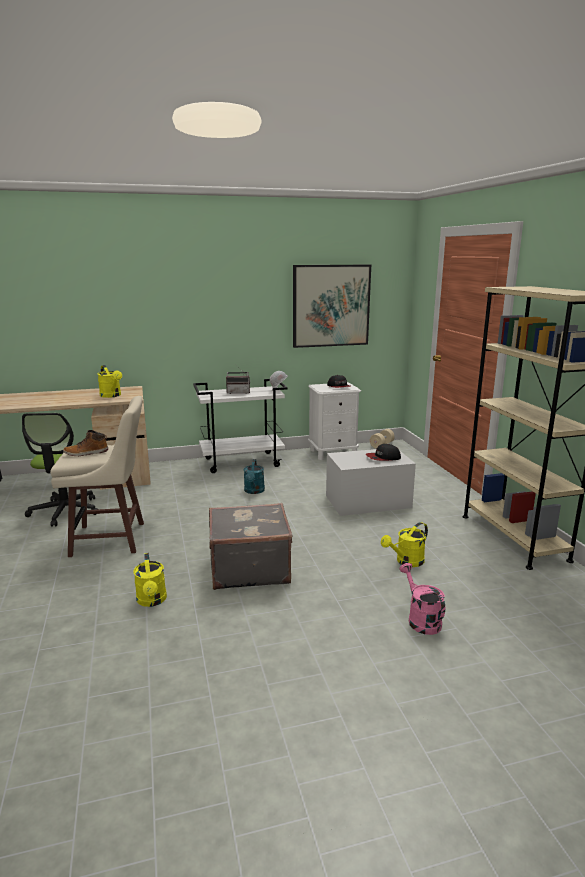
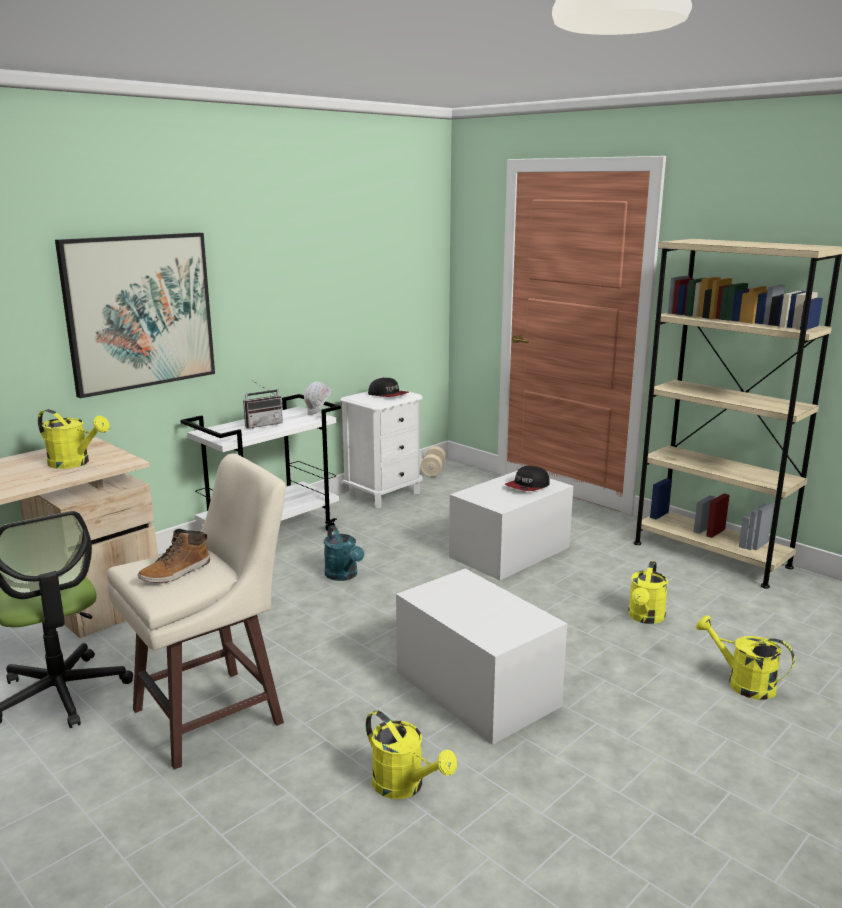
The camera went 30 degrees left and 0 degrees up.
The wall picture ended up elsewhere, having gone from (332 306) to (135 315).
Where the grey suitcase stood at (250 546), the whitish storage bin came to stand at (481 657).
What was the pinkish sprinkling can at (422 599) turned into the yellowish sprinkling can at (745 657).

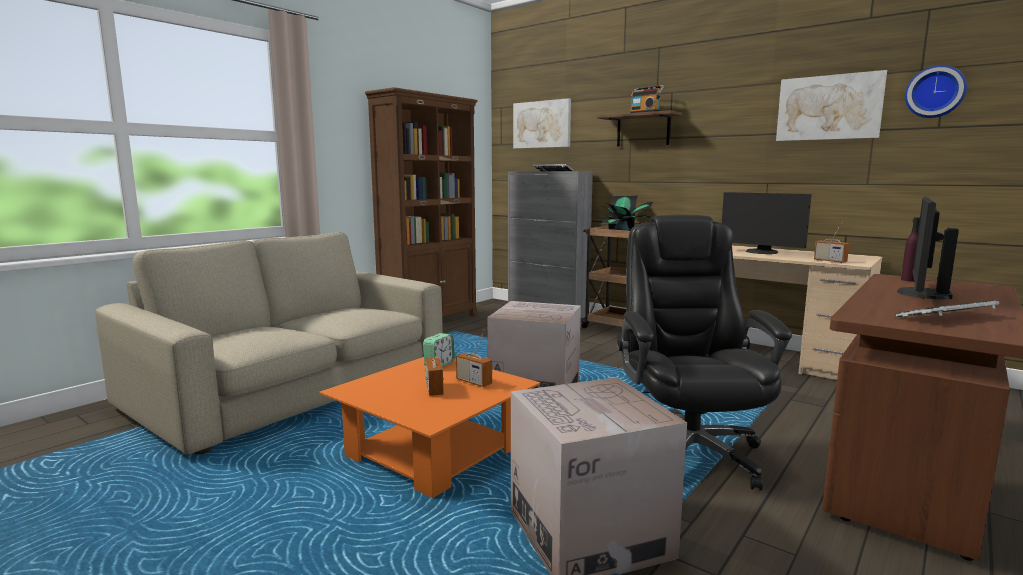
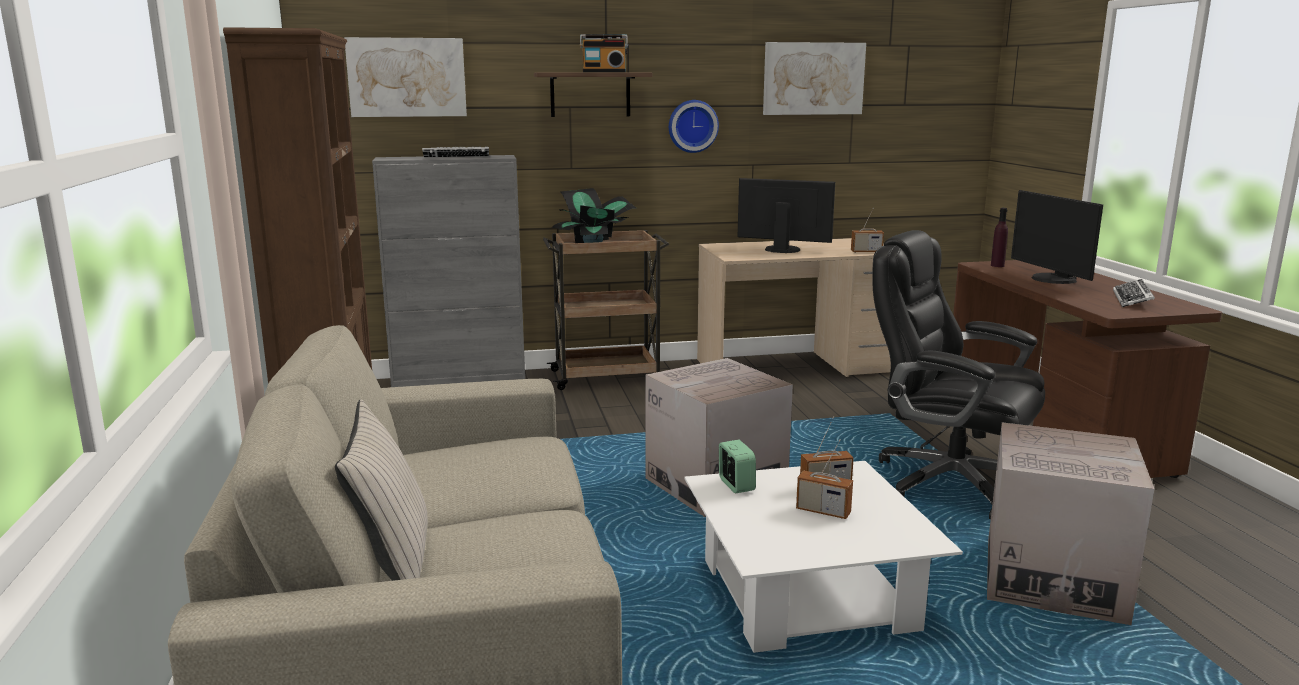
The camera went 50 degrees left and 5 degrees up.
The second view gained the beige-coloured throw pillow at (381 490).
The clock on the wall ended up elsewhere, having gone from (936 91) to (694 126).
What was the orange-coloured coffee table at (429 427) turned into the whitish coffee table at (823 557).
The monitor at (767 223) ended up facing another way, 150 degrees counterclockwise from before.

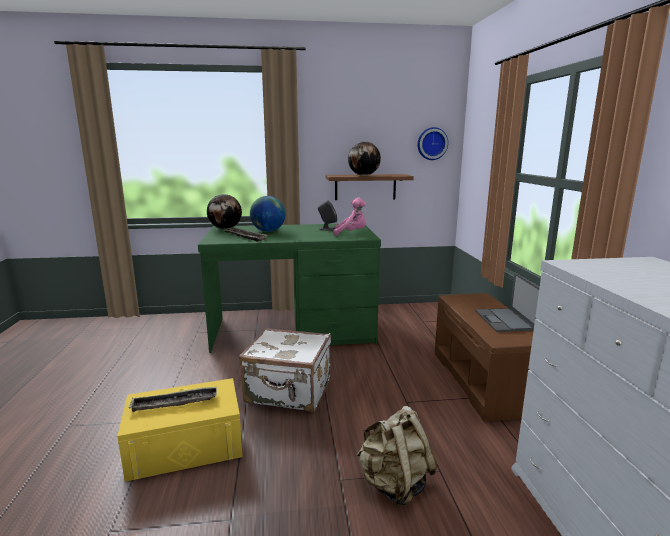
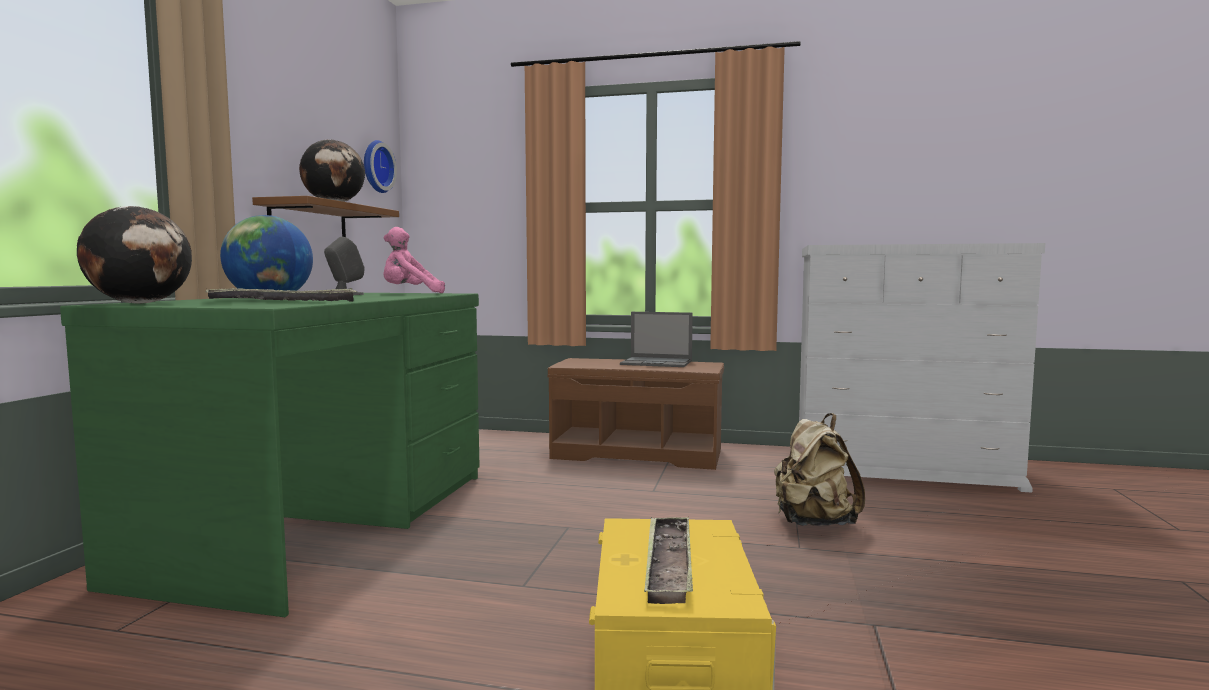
The camera went 70 degrees left and 10 degrees down.
The second view lost the whitish suitcase at (285 370).
The pinkish soft toy at (350 217) ended up facing another way, 120 degrees counterclockwise from before.

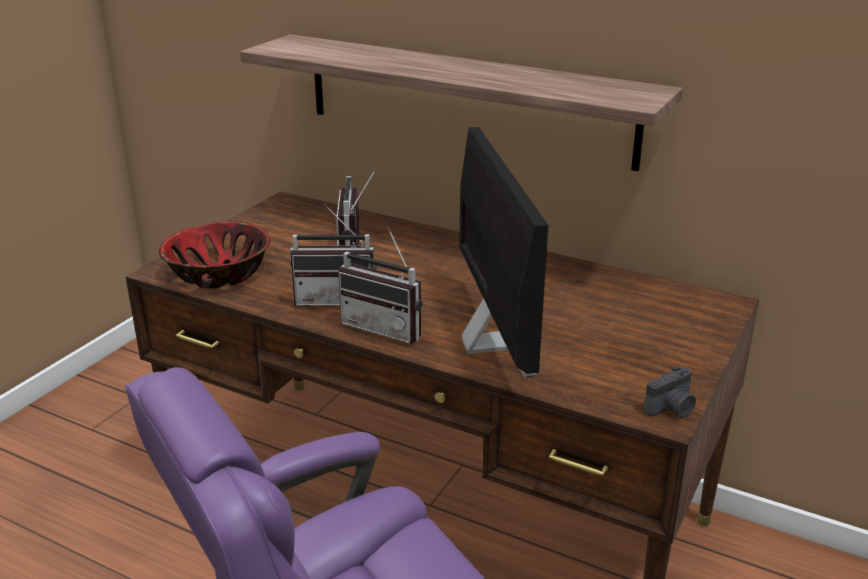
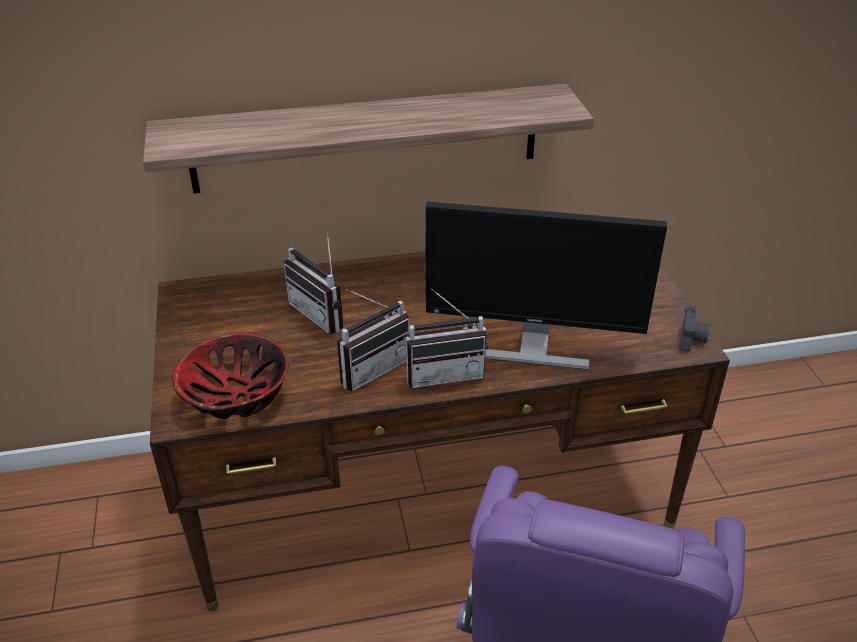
The camera went 40 degrees left and 10 degrees up.
The monitor at (503 252) ended up facing another way, 150 degrees clockwise from before.

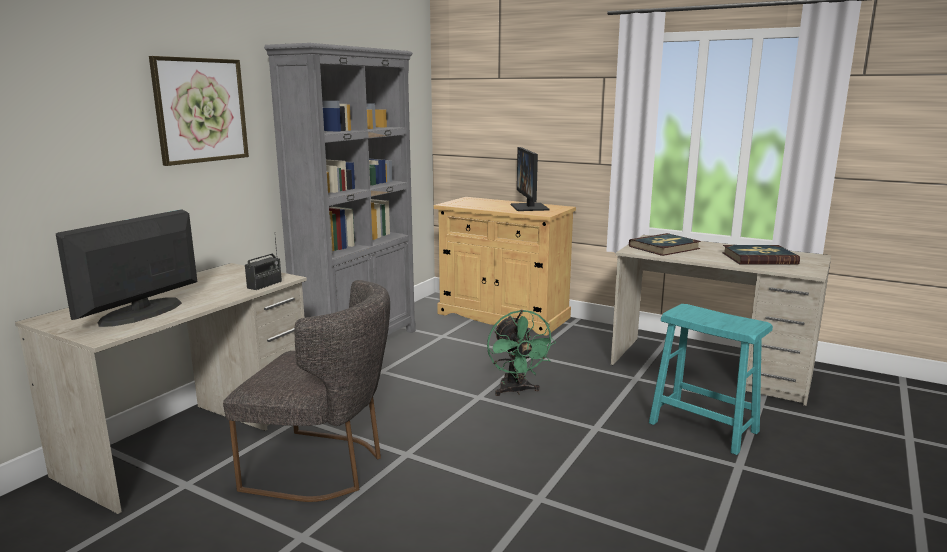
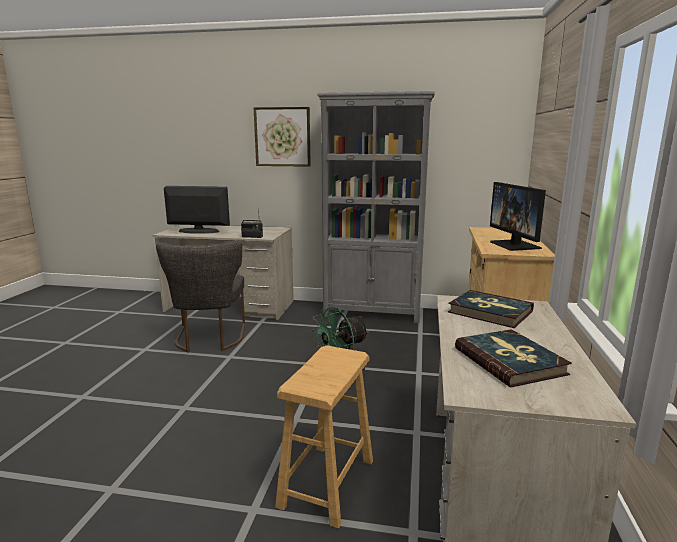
The camera went 70 degrees right and 0 degrees up.
What was the turquoise-coloured sitting stool at (711 379) turned into the brown sitting stool at (324 437).
The monitor at (530 179) ended up facing another way, 75 degrees counterclockwise from before.

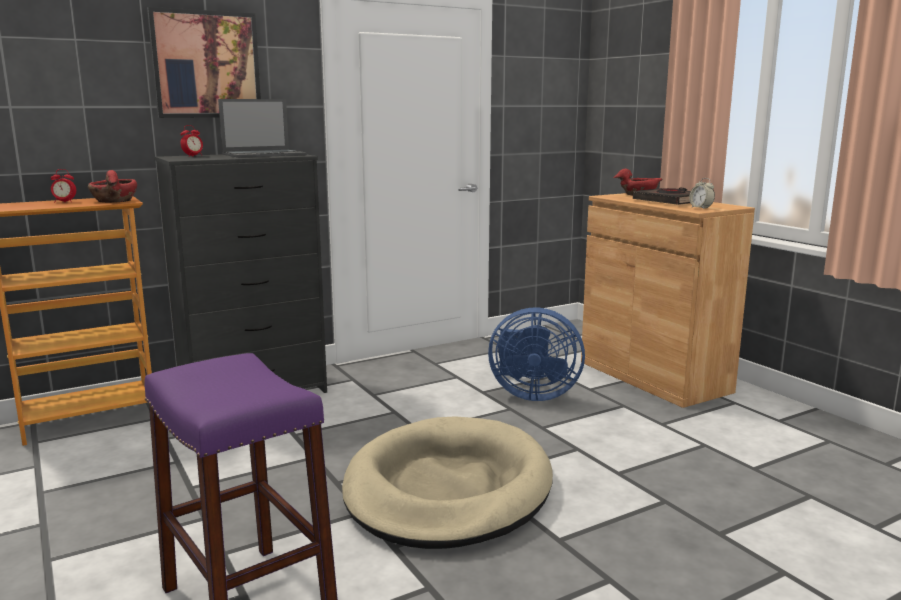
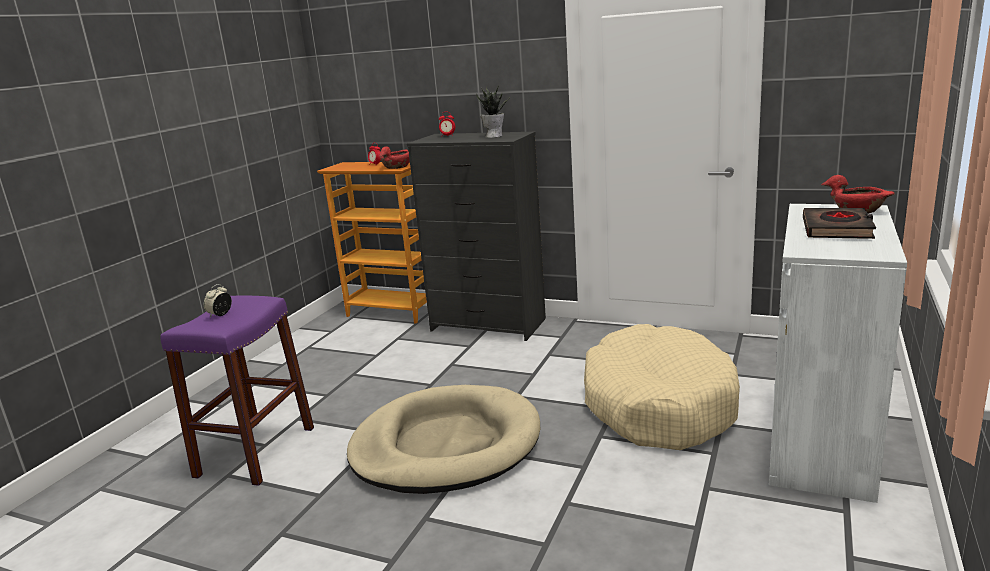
The camera went 55 degrees right and 5 degrees up.
The second view lost the wall picture at (204 62).
The bedside clock ended up elsewhere, having gone from (702 193) to (218 300).
Where the portable computer stood at (262 128), the houseplant came to stand at (492 111).
Where the blue cooling fan stood at (536 354), the beige-coloured dog bed came to stand at (662 387).
What was the brown storage cabinet at (668 300) turned into the whitish storage cabinet at (838 353).

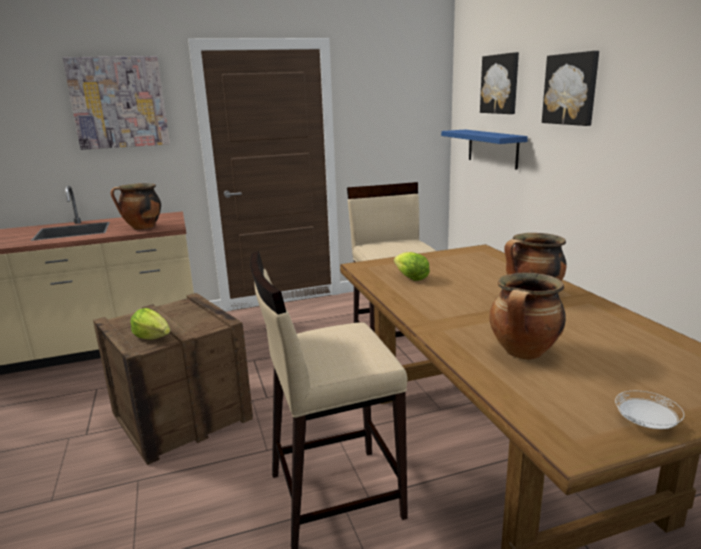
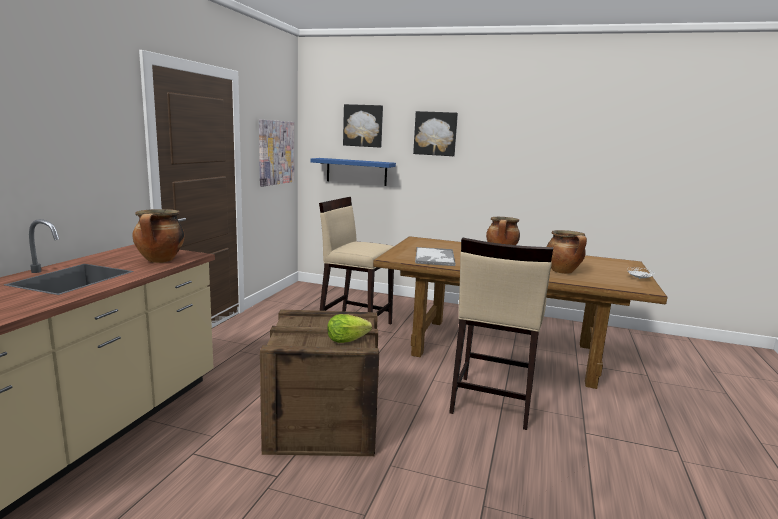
The camera went 55 degrees left and 5 degrees down.
The wall picture ended up elsewhere, having gone from (116 103) to (276 153).
Where the head of lettuce stood at (412 266), the serving tray came to stand at (435 256).

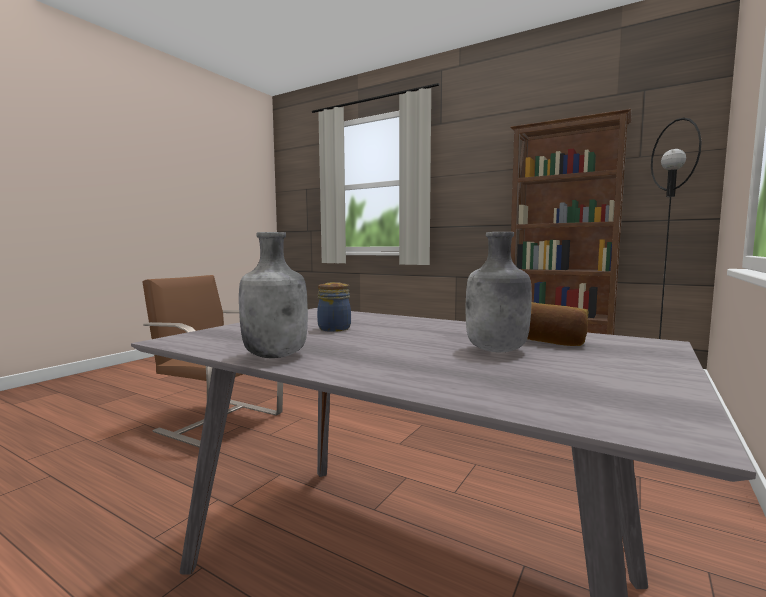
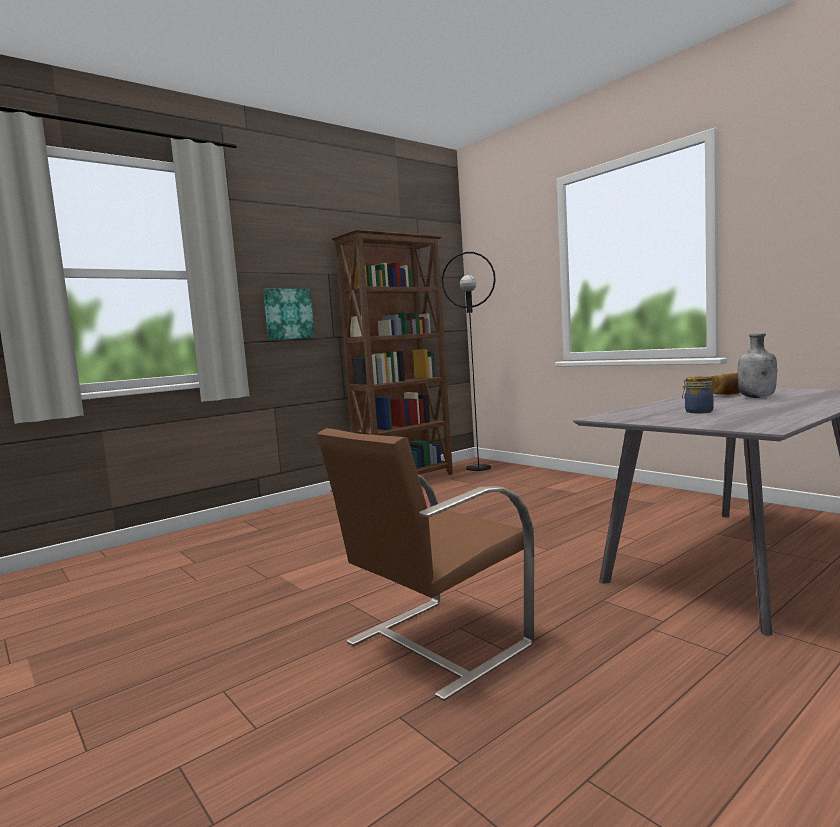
The camera went 70 degrees left and 0 degrees up.
The second view lost the grey bottle at (273 295).
The second view gained the wall picture at (289 314).

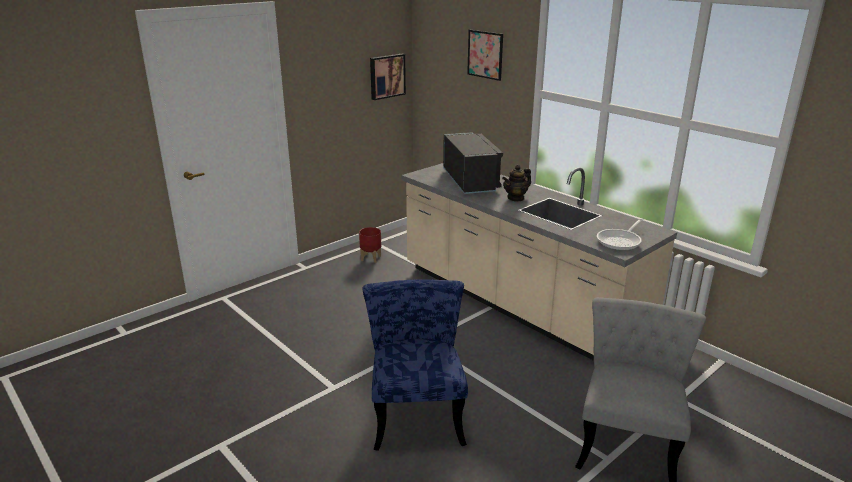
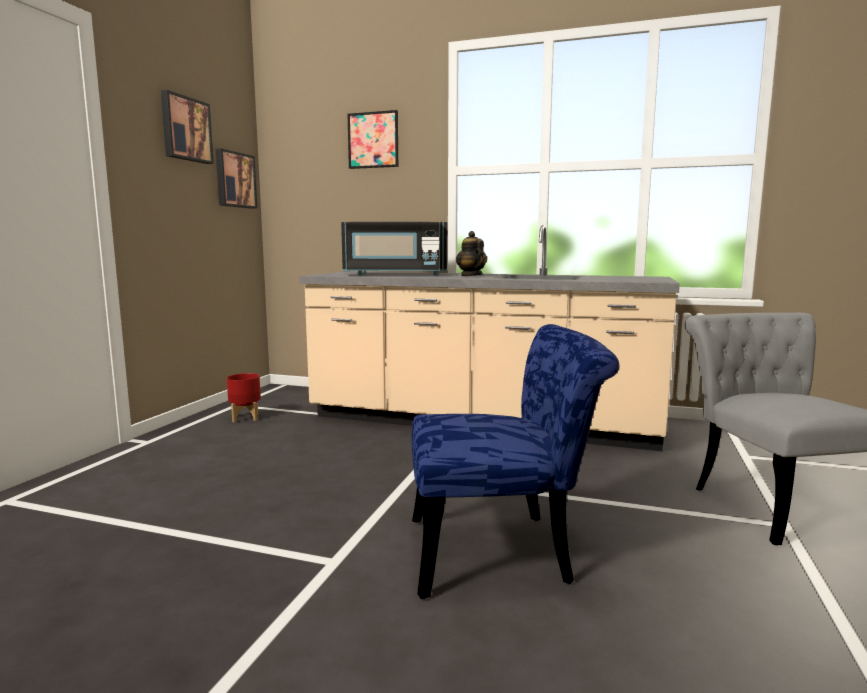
The camera went 30 degrees left and 15 degrees down.
The second view lost the pan at (620 234).
The second view gained the wall picture at (187 127).
The blue chair at (415 365) ended up facing another way, 120 degrees clockwise from before.
The black-coloured kitchen microwave at (473 163) ended up facing another way, 135 degrees clockwise from before.
The pot for tea at (516 183) ended up facing another way, 135 degrees clockwise from before.

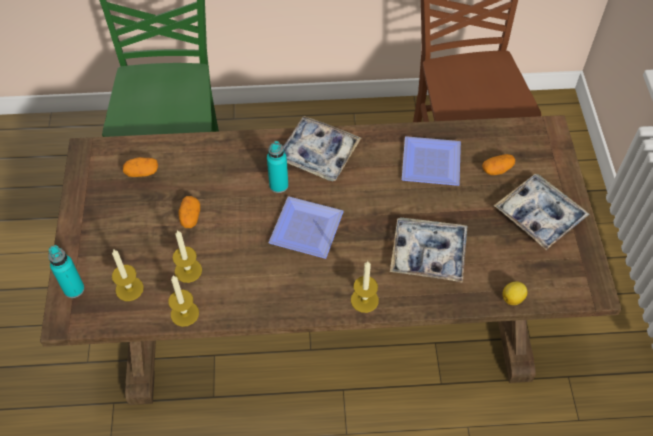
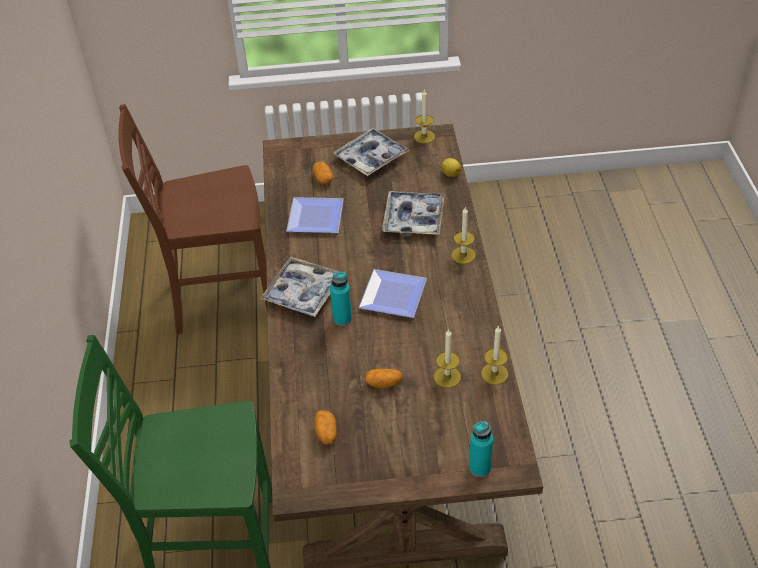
The camera went 90 degrees left and 10 degrees down.
The candle ended up elsewhere, having gone from (128 275) to (424 116).

